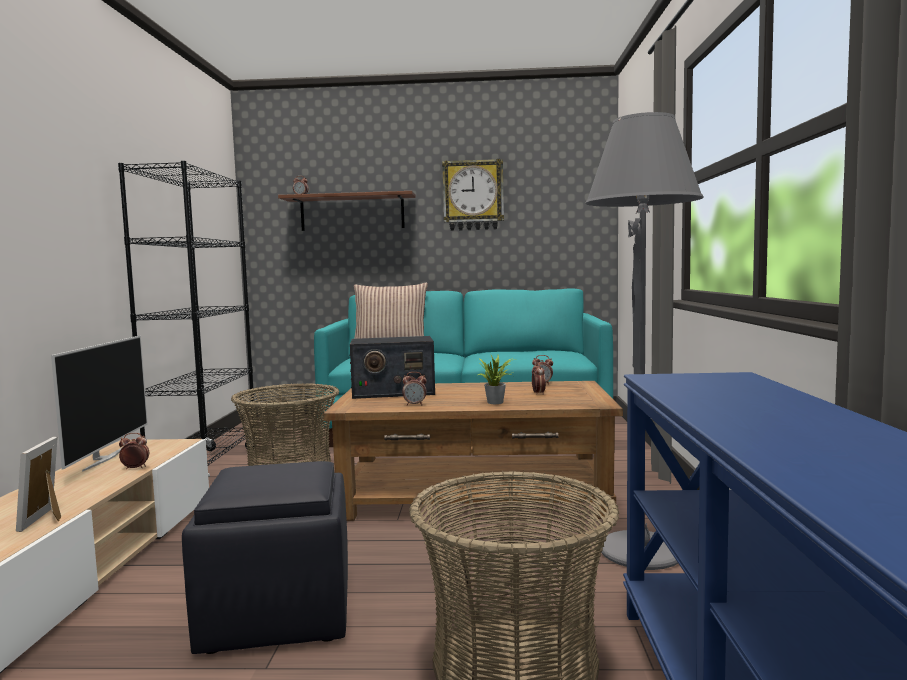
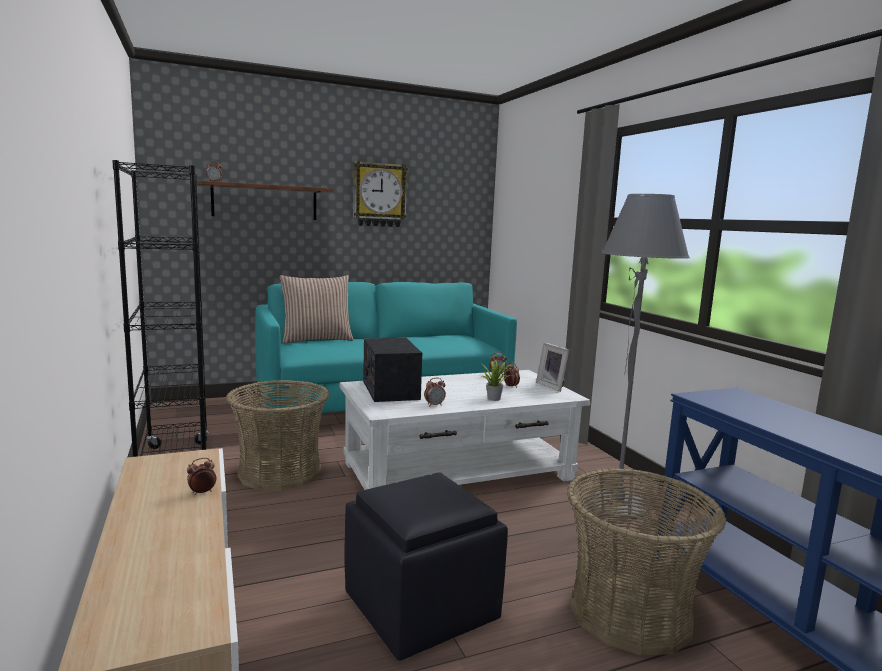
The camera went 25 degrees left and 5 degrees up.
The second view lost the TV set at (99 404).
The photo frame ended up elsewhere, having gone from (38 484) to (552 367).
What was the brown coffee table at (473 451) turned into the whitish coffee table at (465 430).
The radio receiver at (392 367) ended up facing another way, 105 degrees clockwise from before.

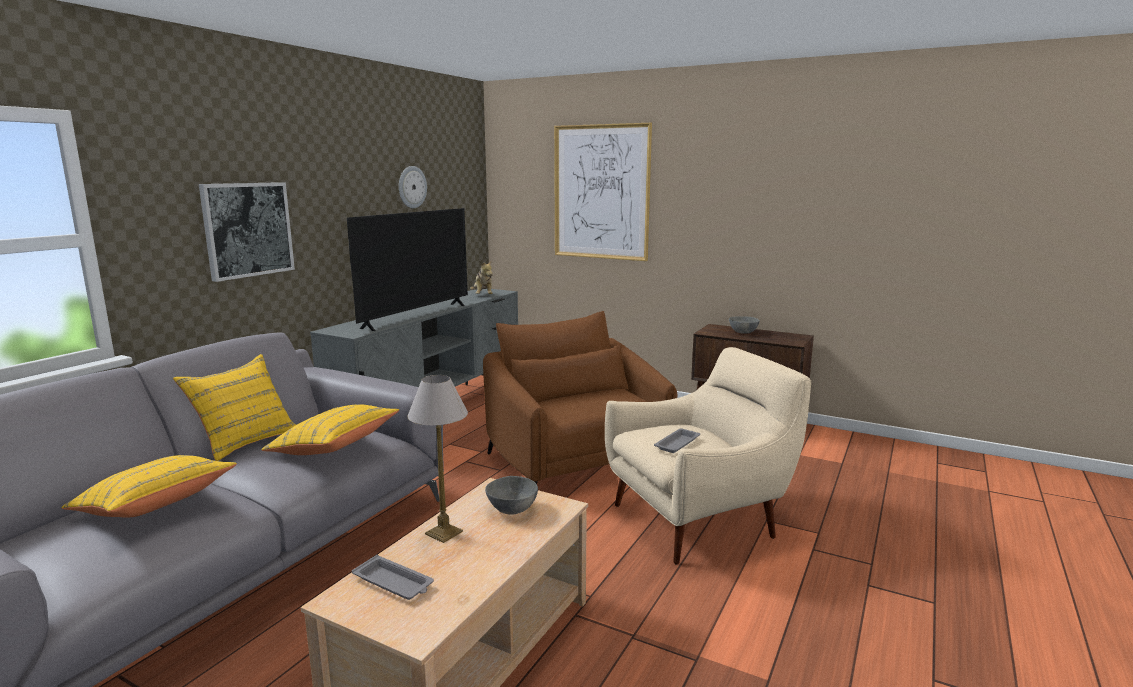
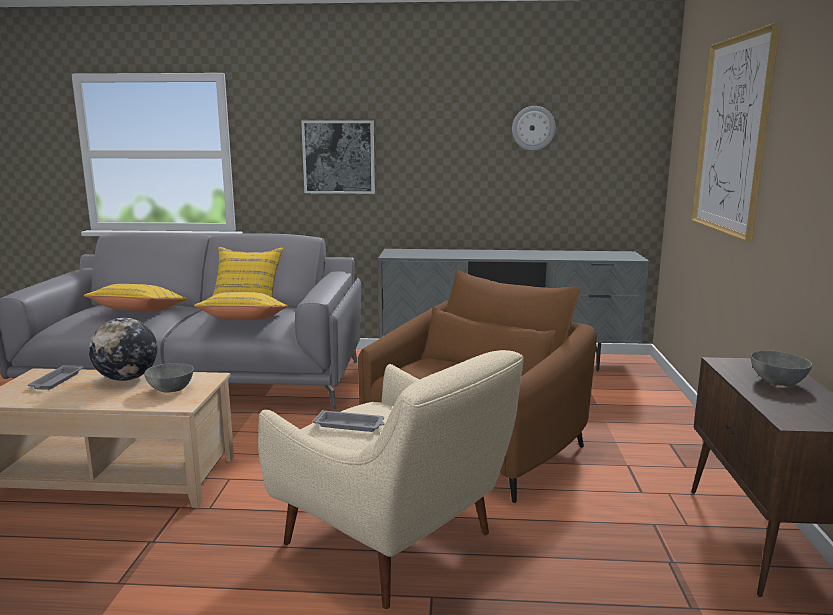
The camera went 65 degrees right and 0 degrees up.
The second view lost the TV set at (407 269).
The second view lost the soft toy at (481 277).
Where the tabletop lamp stood at (437 459), the desk globe came to stand at (123 349).

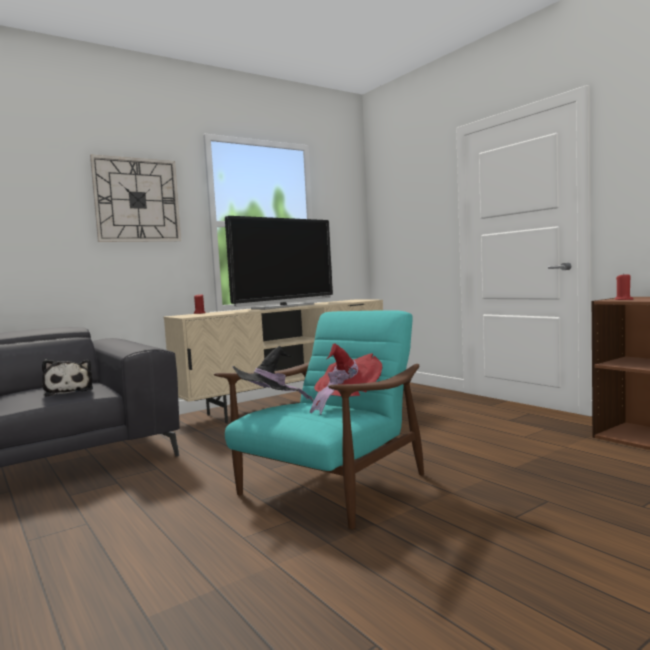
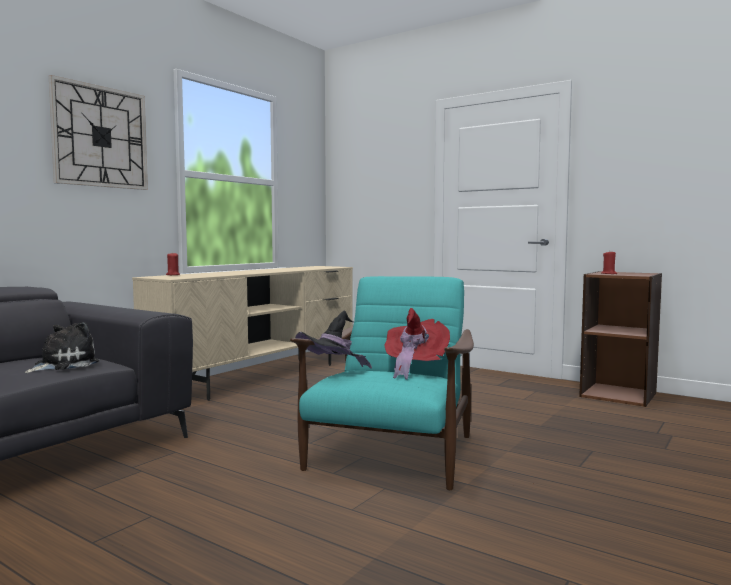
The camera went 20 degrees left and 0 degrees up.
The second view lost the TV set at (279 263).
The soft toy at (67 378) ended up facing another way, 105 degrees counterclockwise from before.

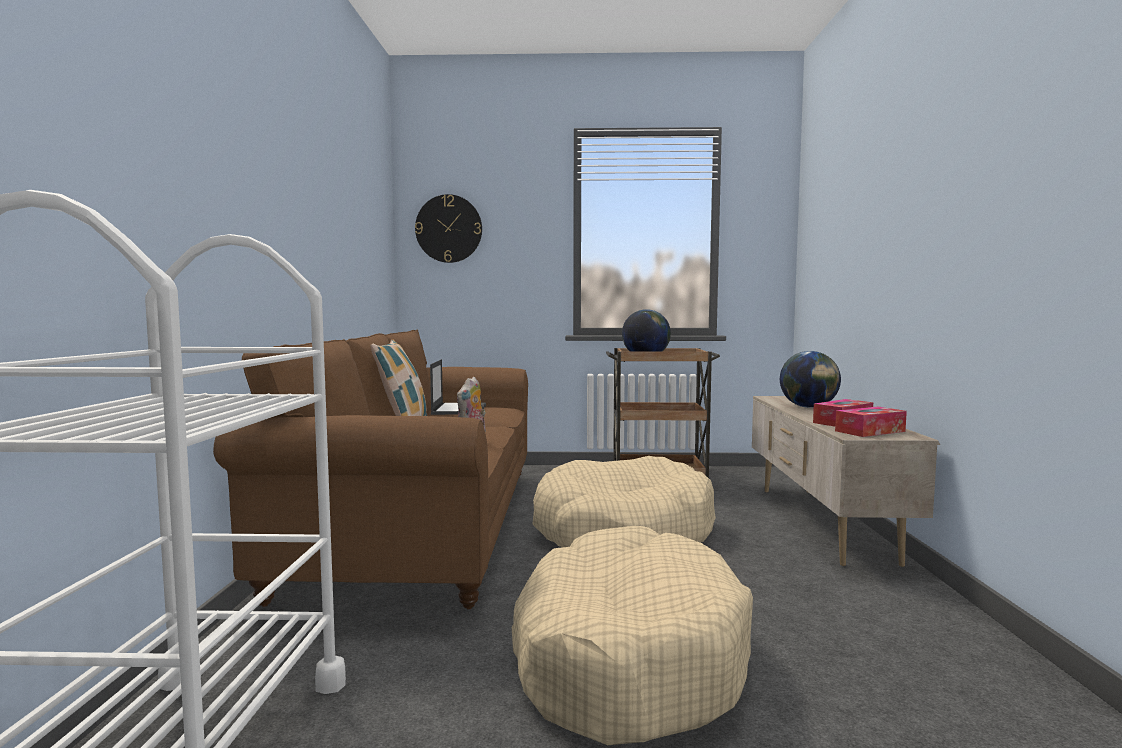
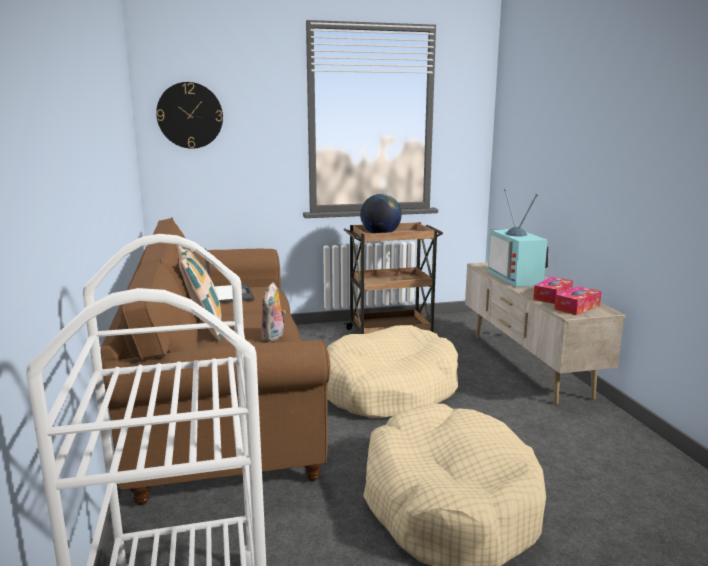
The camera went 15 degrees left and 10 degrees up.
Where the desk globe stood at (810 379), the TV set came to stand at (518 237).

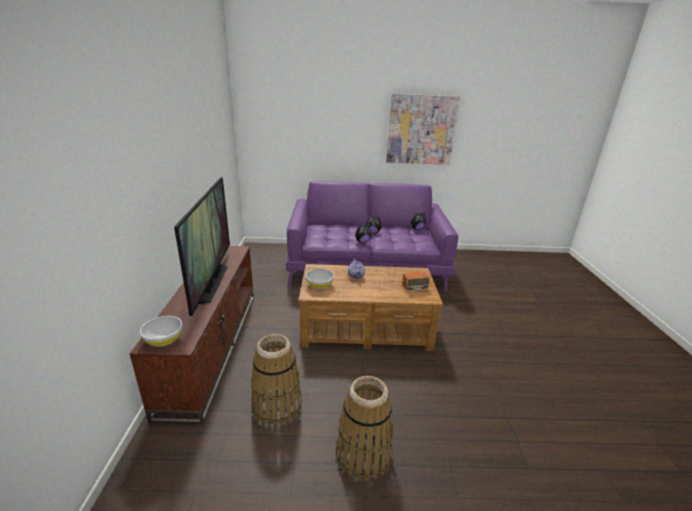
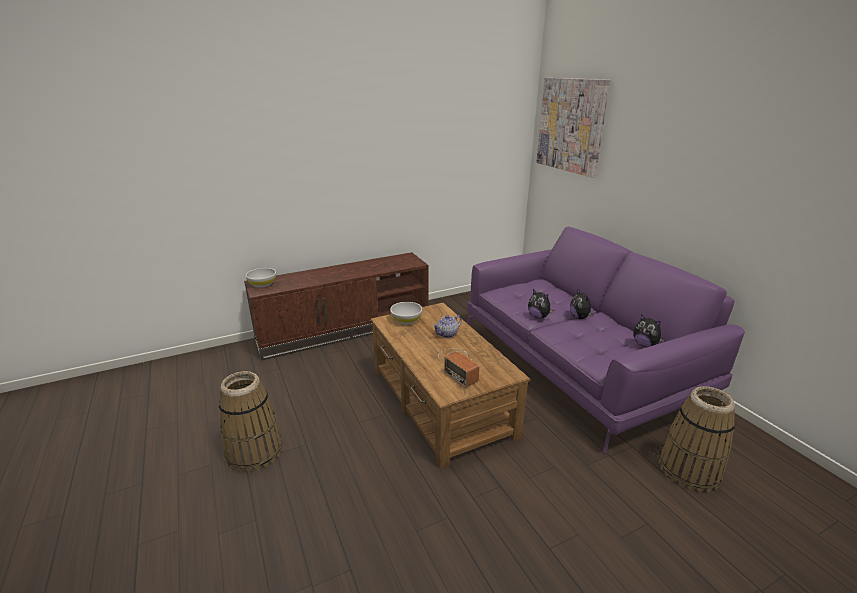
The camera went 65 degrees right and 0 degrees up.
The second view lost the TV set at (202 246).
The basket ended up elsewhere, having gone from (276 380) to (697 439).
The wall picture ended up elsewhere, having gone from (423 129) to (573 128).

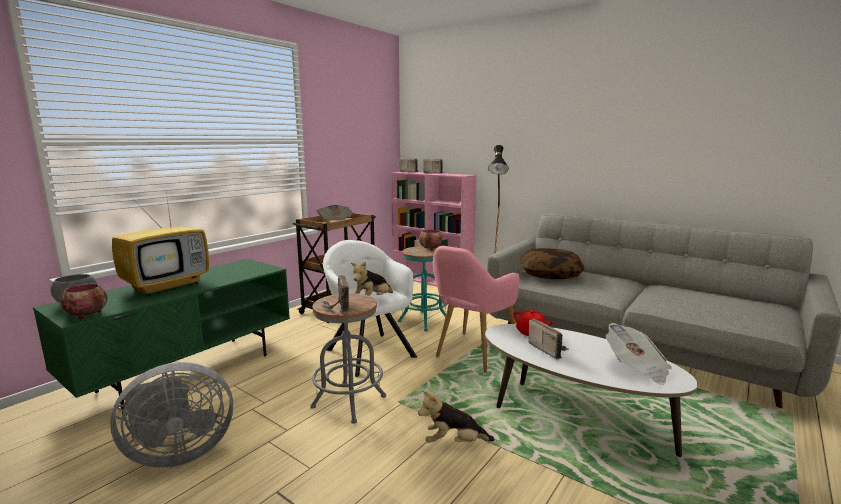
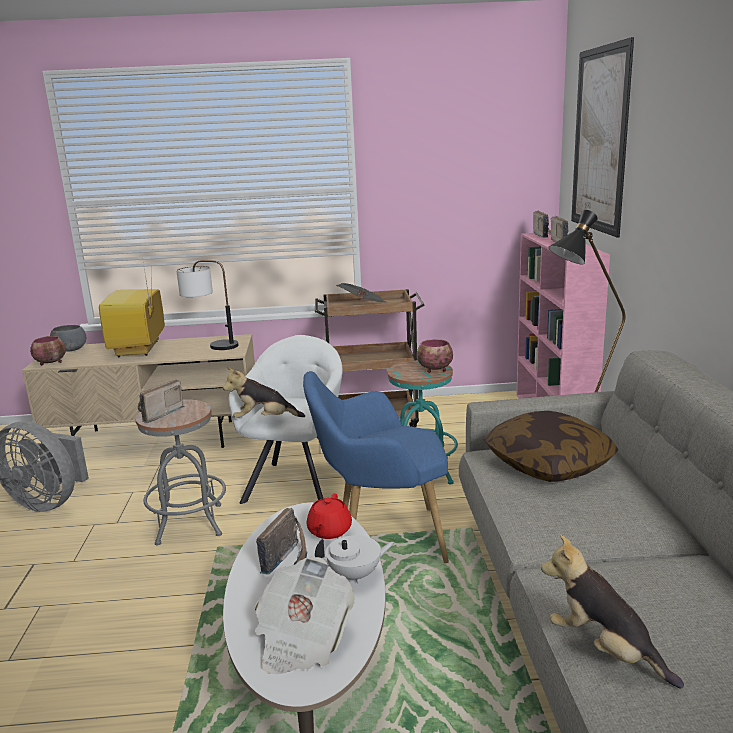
The camera went 50 degrees right and 5 degrees up.
The second view gained the tabletop lamp at (207 305).
The second view gained the whitish pot for tea at (355 559).
The second view gained the wall picture at (602 137).
The soft toy ended up elsewhere, having gone from (456 417) to (612 611).
What was the green-coloured tv stand at (161 337) turned into the beige-coloured tv stand at (138 391).
What was the pinkish armchair at (476 309) turned into the blue armchair at (376 467).
The TV set at (160 244) ended up facing another way, 90 degrees clockwise from before.

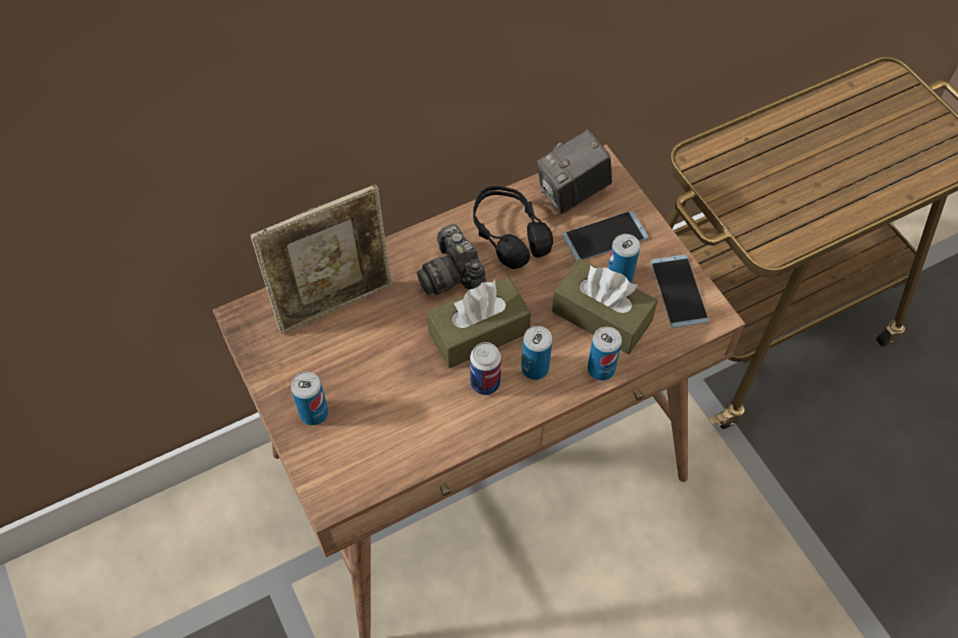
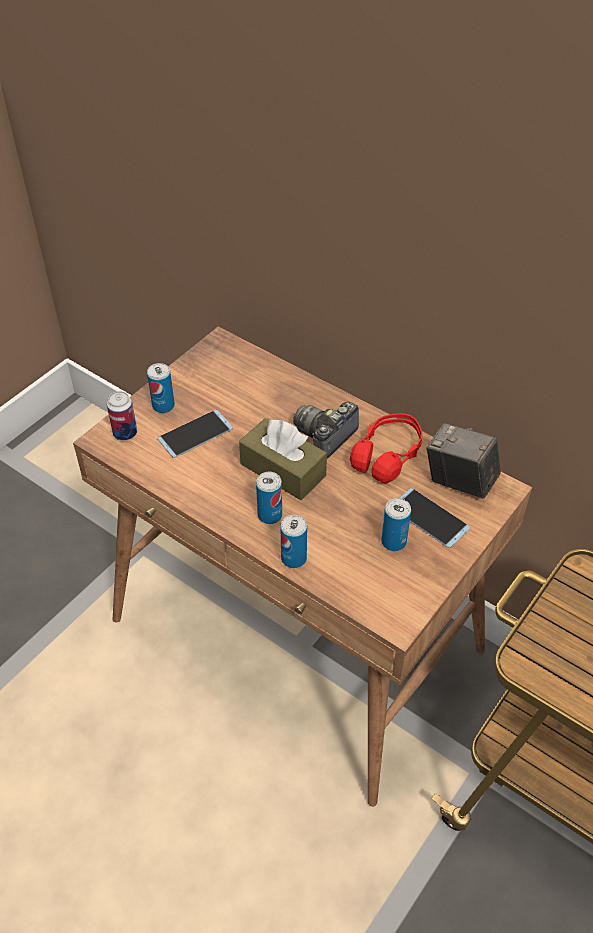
The camera went 65 degrees right and 10 degrees down.
The second view lost the photo frame at (321 259).
The second view lost the brown tissue holder at (605 306).
The sealed can ended up elsewhere, having gone from (485 368) to (122 416).
The telephone ended up elsewhere, having gone from (680 291) to (195 434).
What was the black-coloured pair of headphones at (513 227) turned into the red pair of headphones at (386 448).

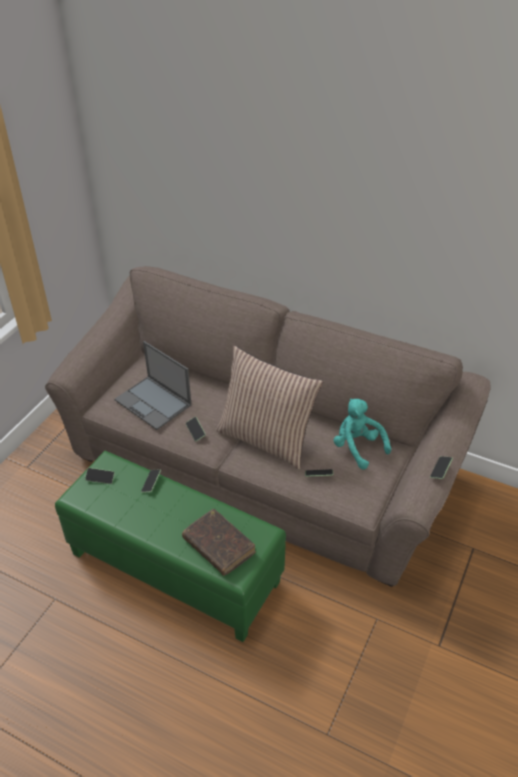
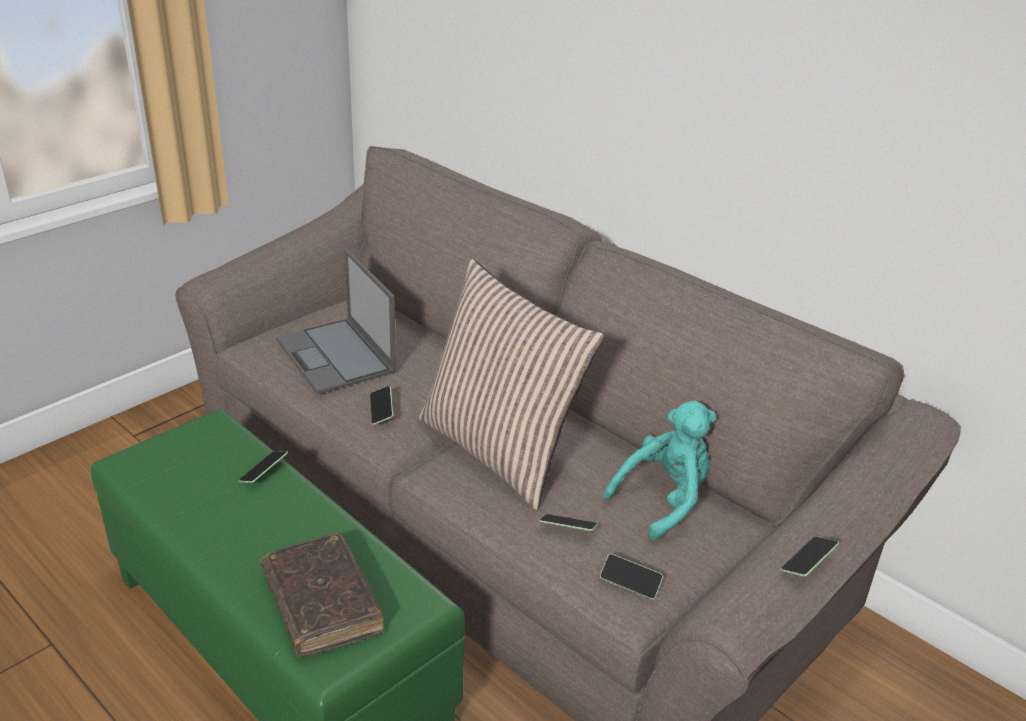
The camera went 15 degrees right and 10 degrees down.
The telephone ended up elsewhere, having gone from (100 476) to (631 577).
The turquoise-coloured soft toy at (362 434) ended up facing another way, 75 degrees clockwise from before.

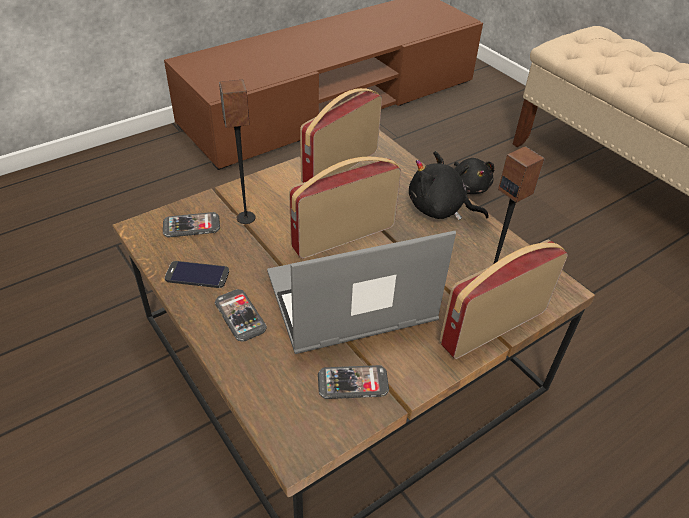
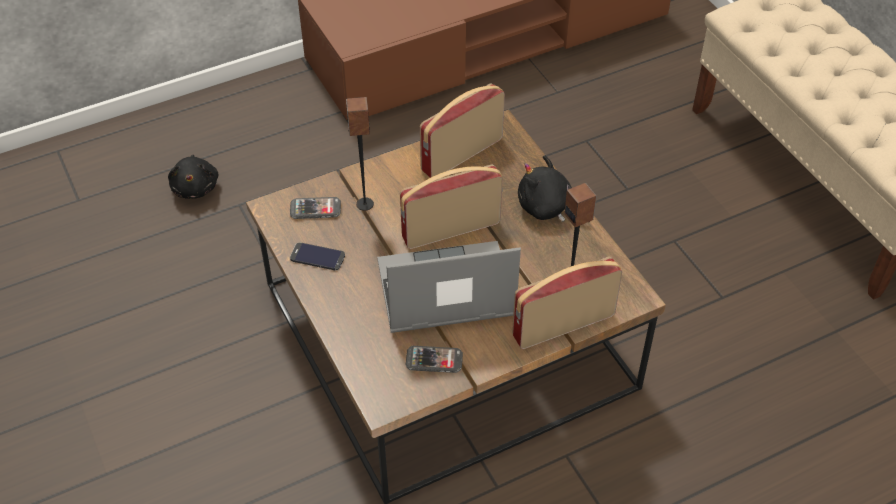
The camera went 10 degrees right and 5 degrees up.
The second view lost the telephone at (241 315).
The black-coloured soft toy ended up elsewhere, having gone from (474 176) to (193 177).

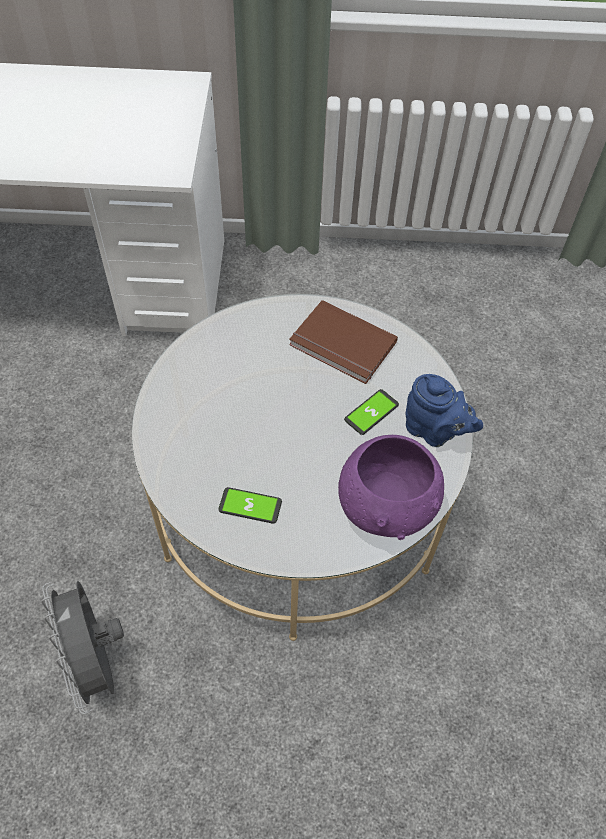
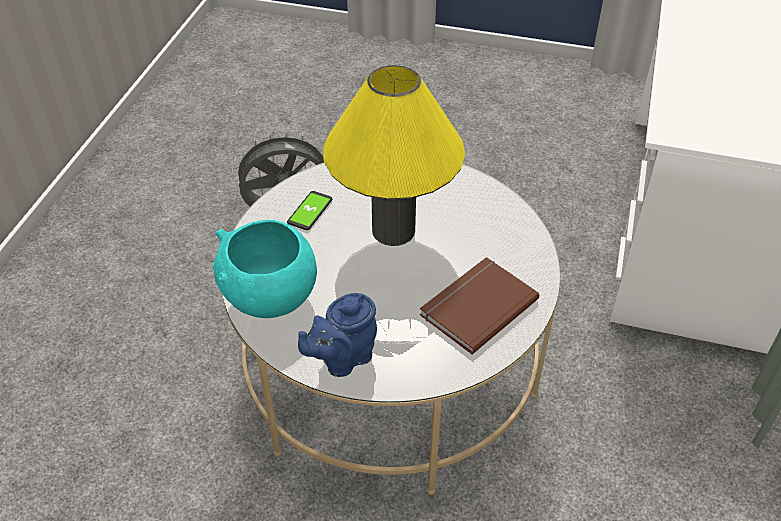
The camera went 105 degrees right and 10 degrees down.
The second view lost the telephone at (371 412).
The second view gained the yellowish tabletop lamp at (394 155).
What was the purple deep dish at (391 487) turned into the turquoise-coloured deep dish at (264 269).

